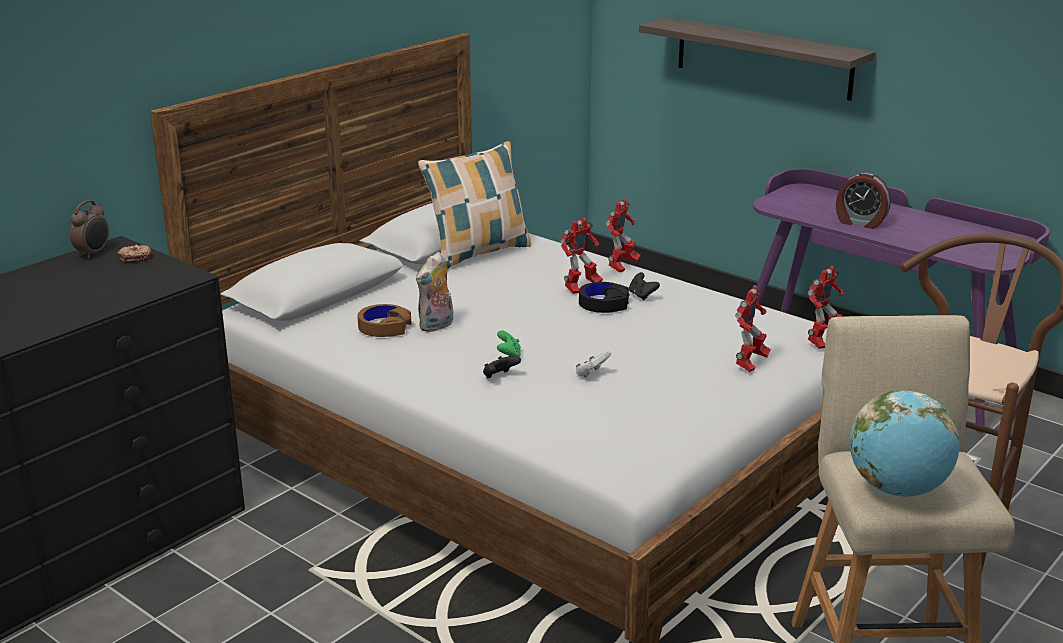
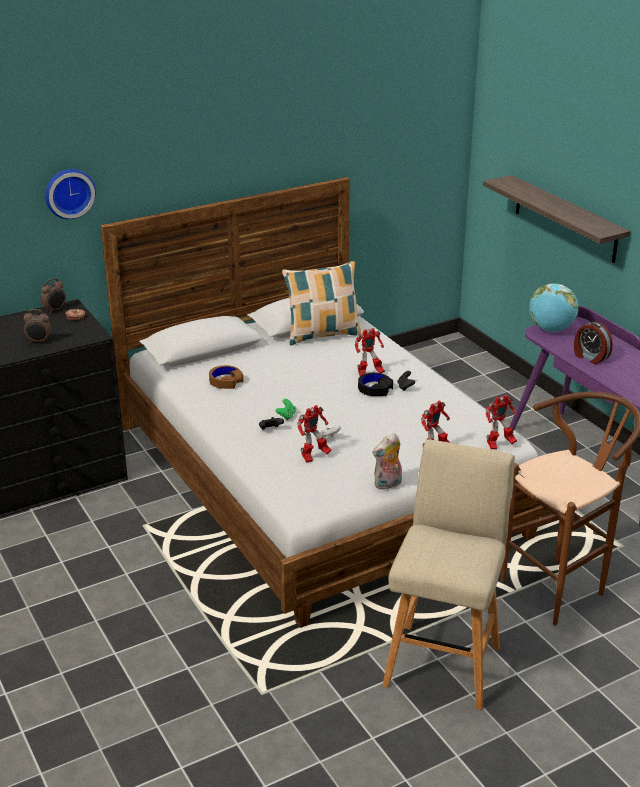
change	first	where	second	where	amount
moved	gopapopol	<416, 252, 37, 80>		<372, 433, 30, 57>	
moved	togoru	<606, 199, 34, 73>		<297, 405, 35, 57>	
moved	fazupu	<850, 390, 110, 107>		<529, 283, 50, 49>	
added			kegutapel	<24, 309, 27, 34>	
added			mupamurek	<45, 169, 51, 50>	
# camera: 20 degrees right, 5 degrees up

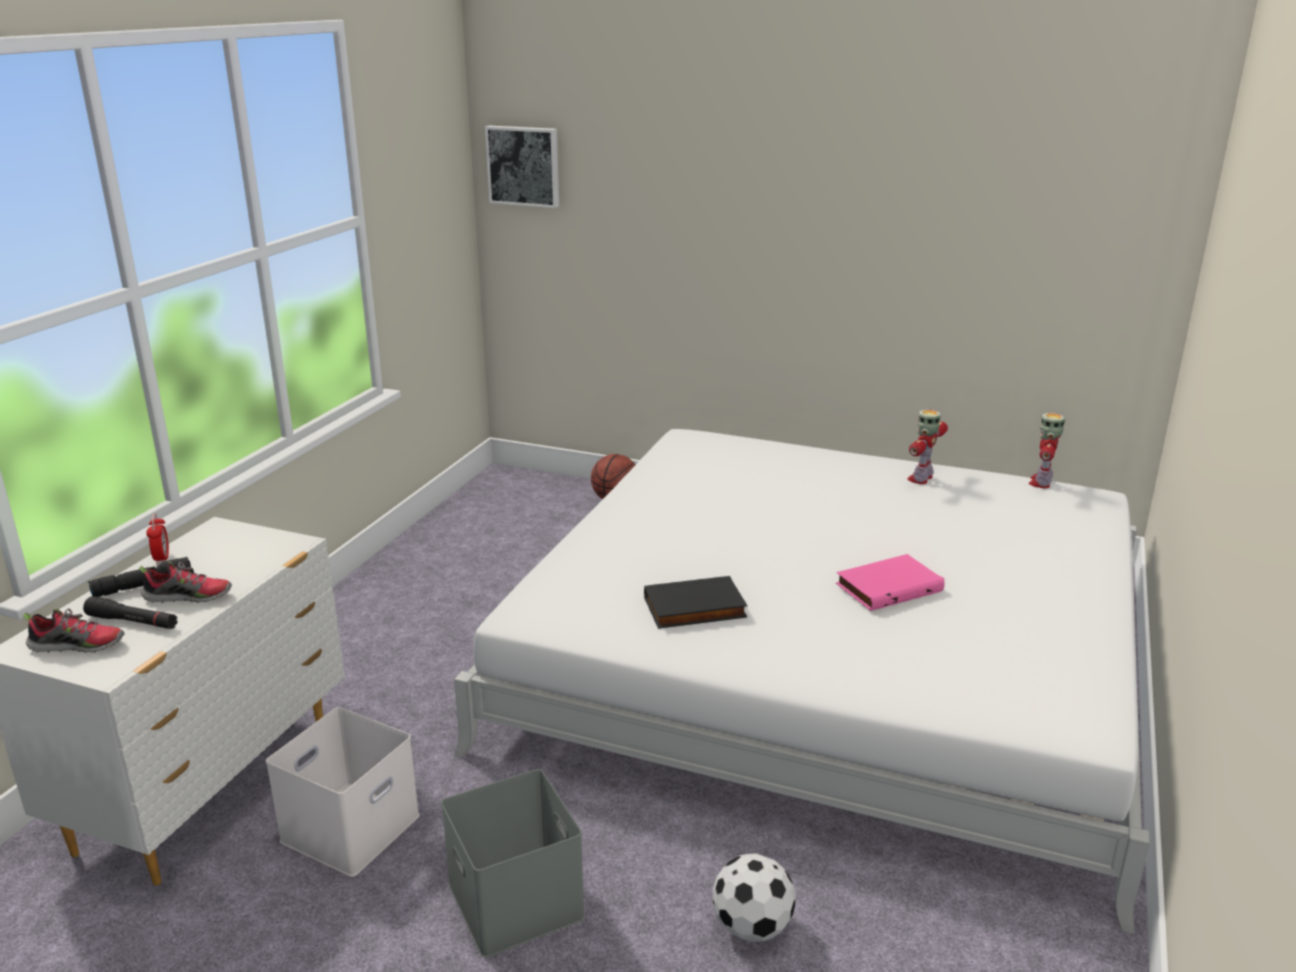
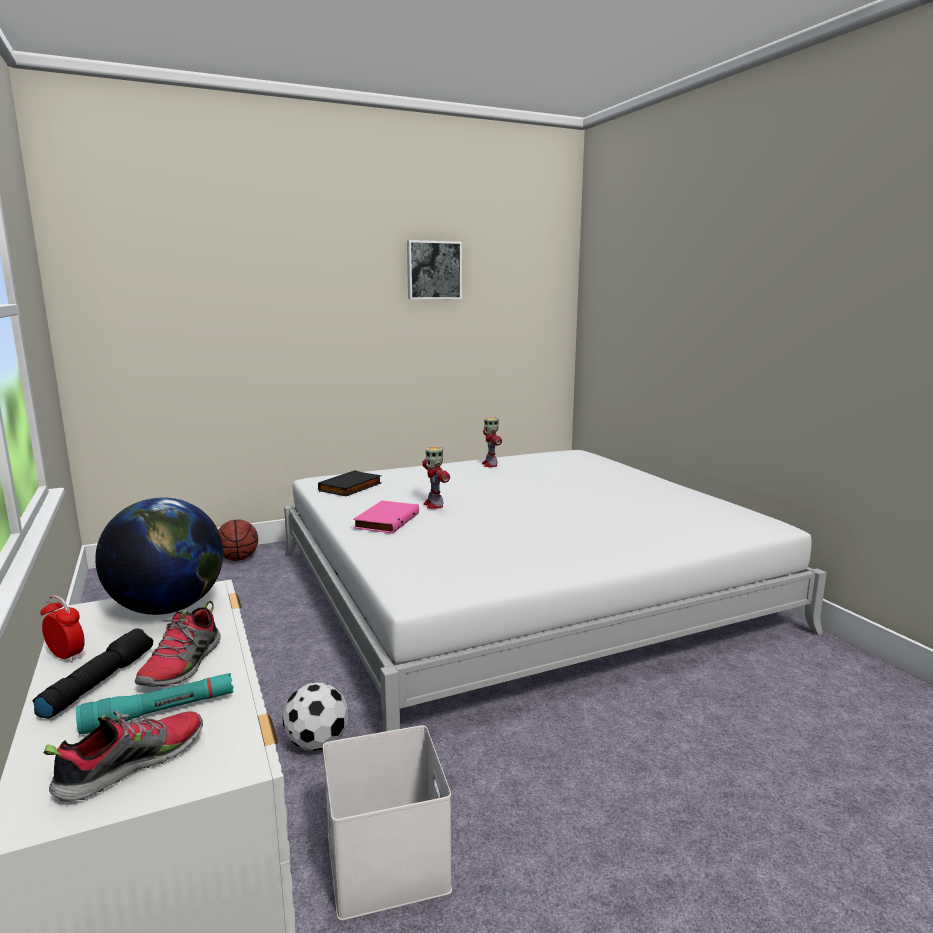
change	first	where	second	where	amount
recoloured	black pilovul	<83, 596, 95, 33>	turquoise pilovul	<76, 673, 158, 62>	
turned	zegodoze	<139, 562, 93, 41>		<135, 601, 86, 86>	150 degrees clockwise
removed	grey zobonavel	<441, 769, 144, 189>			
moved	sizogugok	<485, 126, 74, 82>		<407, 240, 55, 59>	
moved	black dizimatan	<644, 576, 104, 53>		<318, 470, 64, 26>	
moved	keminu	<713, 853, 83, 89>		<282, 682, 66, 69>	
moved	pink dizimatan	<836, 554, 109, 57>		<353, 500, 66, 34>	
moved	togoru	<1028, 413, 37, 75>		<422, 447, 28, 62>	
added			fazupu	<95, 497, 128, 118>	
# camera: 45 degrees left, 10 degrees down

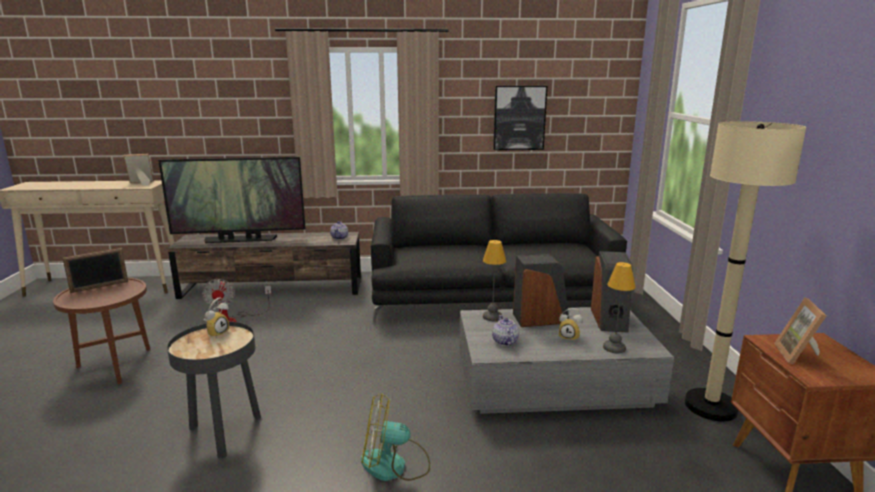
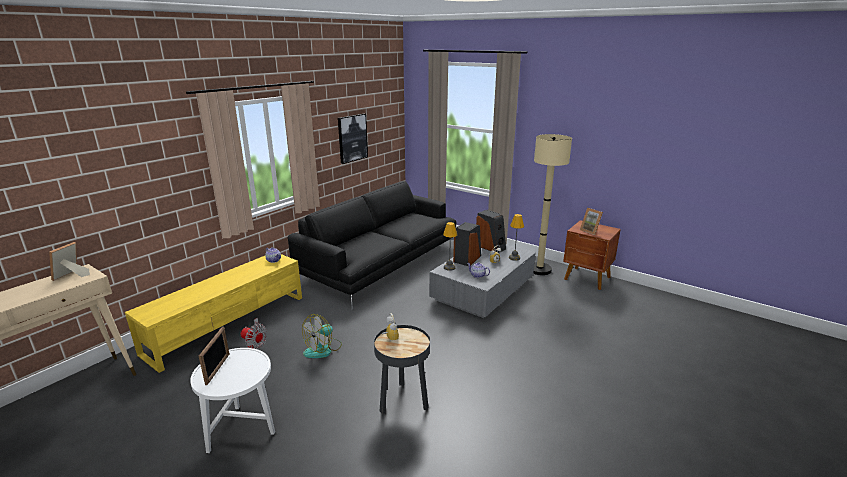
change	first	where	second	where	amount
recoloured	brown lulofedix	<53, 278, 97, 106>	white lulofedix	<190, 348, 85, 105>	
removed	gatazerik	<158, 157, 148, 86>			
recoloured	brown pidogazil	<168, 232, 193, 67>	yellow pidogazil	<125, 254, 177, 119>	
moved	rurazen	<361, 393, 69, 88>		<302, 314, 40, 44>	
# camera: 50 degrees left, 5 degrees up

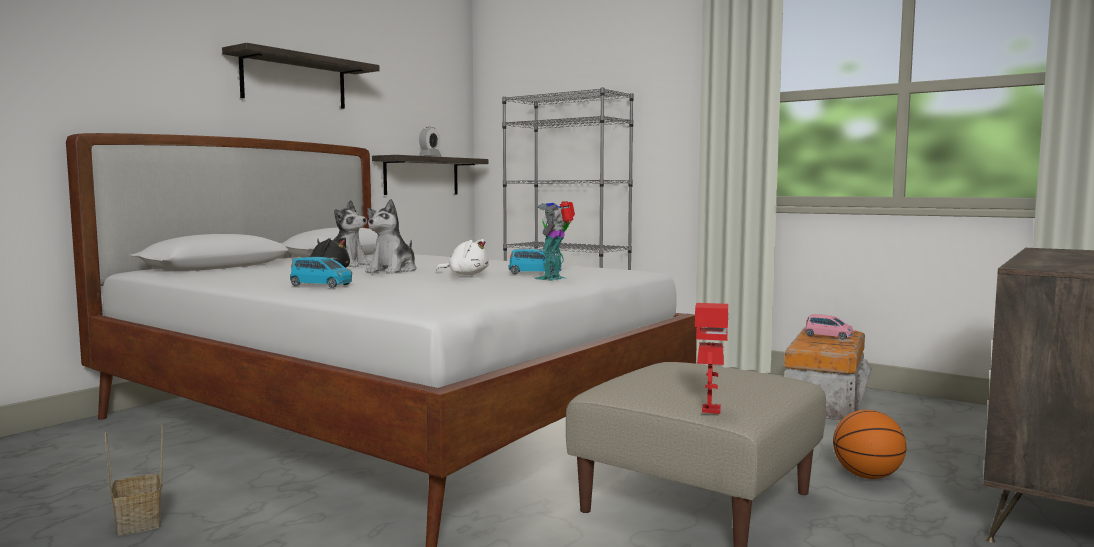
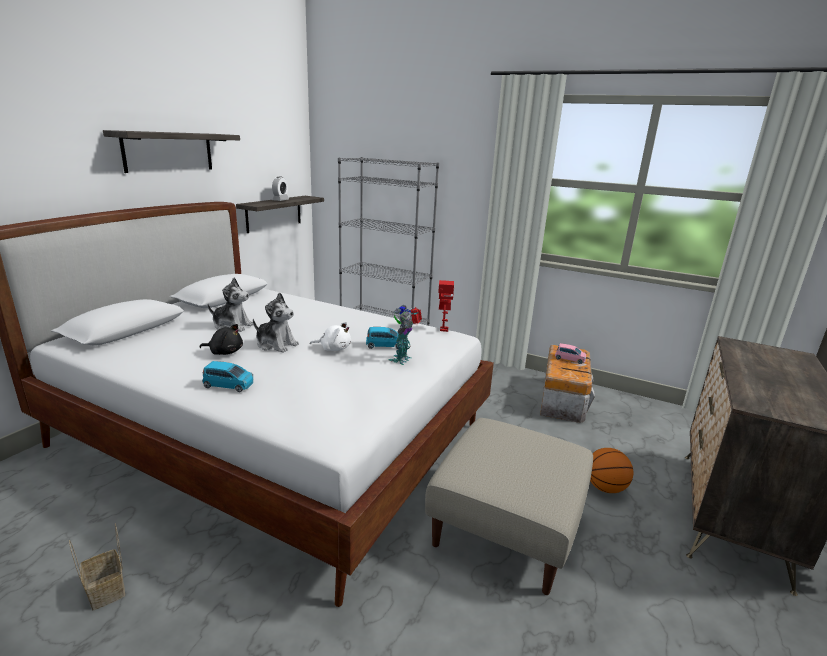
change	first	where	second	where	amount
turned	gopapopol	<365, 199, 51, 75>		<253, 292, 46, 61>	75 degrees counterclockwise
moved	togoru	<695, 303, 34, 111>		<438, 280, 16, 52>	
# camera: 10 degrees left, 15 degrees up

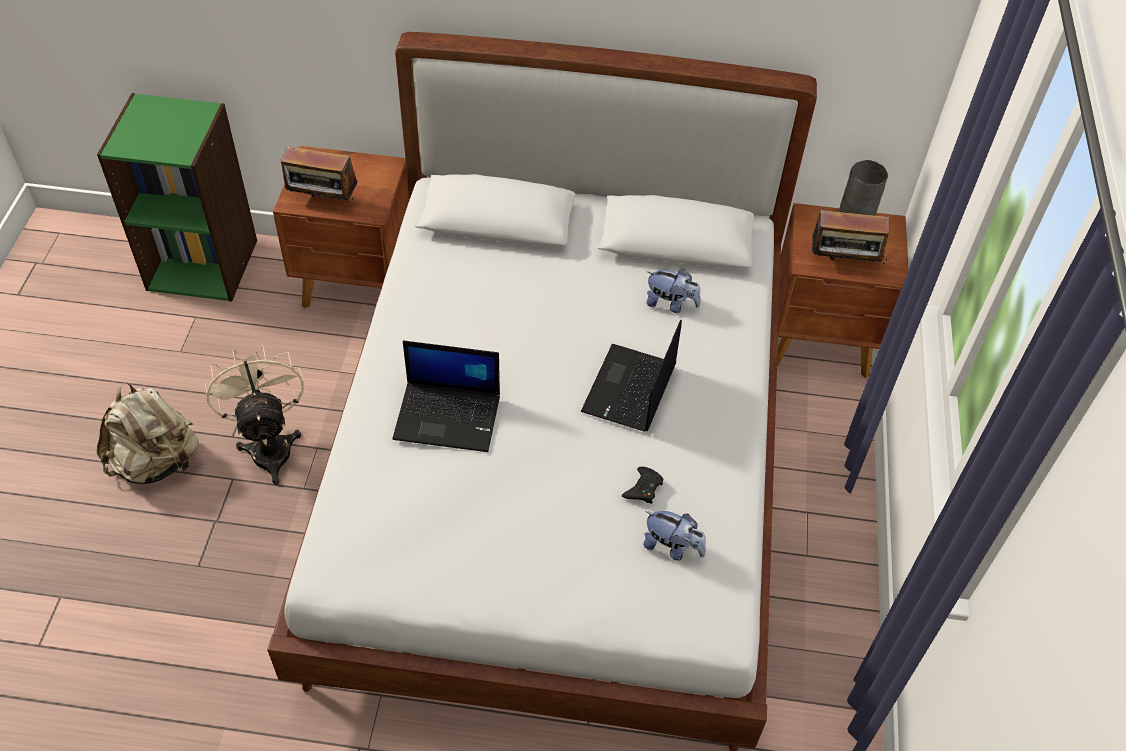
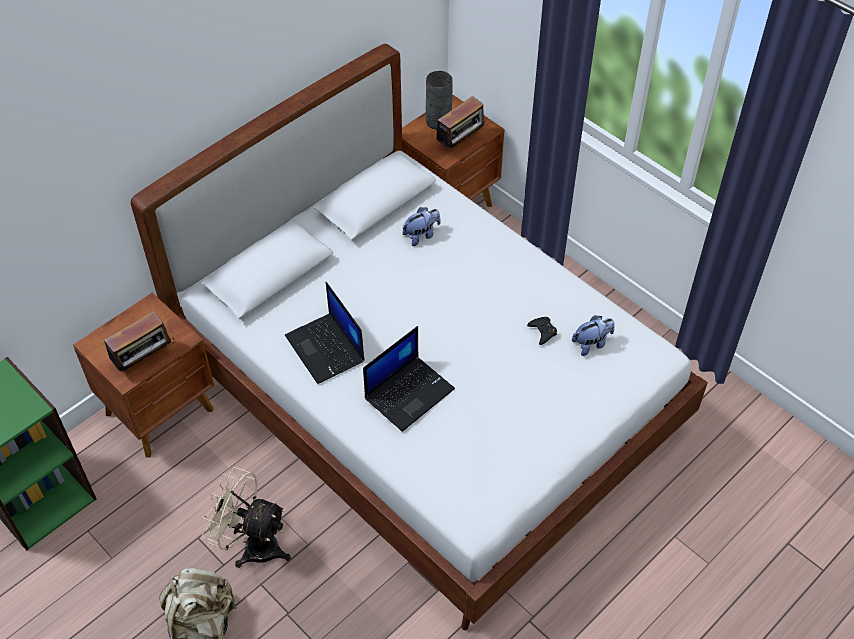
change	first	where	second	where	amount
moved	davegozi	<581, 319, 101, 113>		<285, 282, 79, 102>	
# camera: 50 degrees left, 0 degrees up

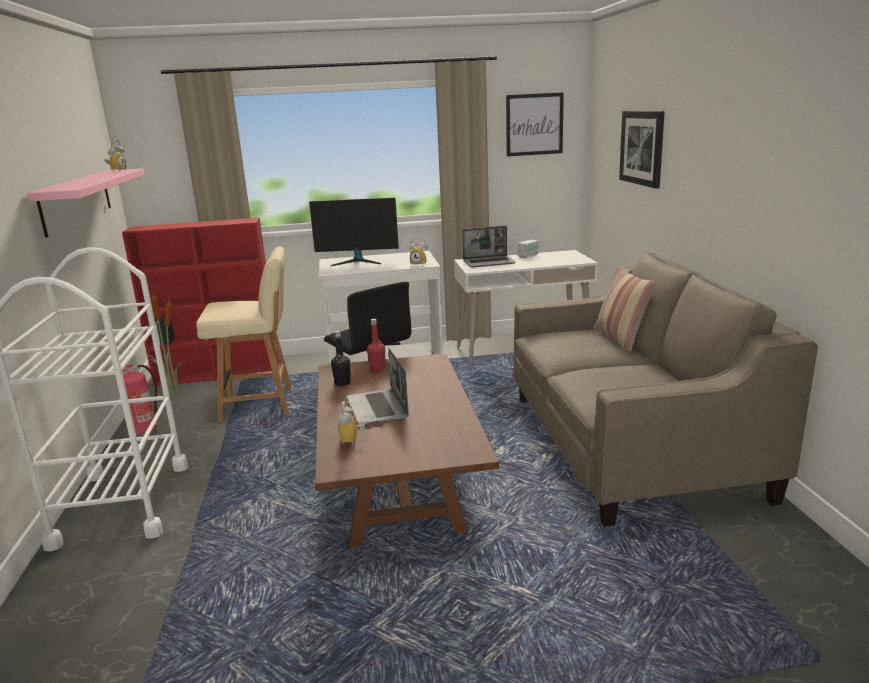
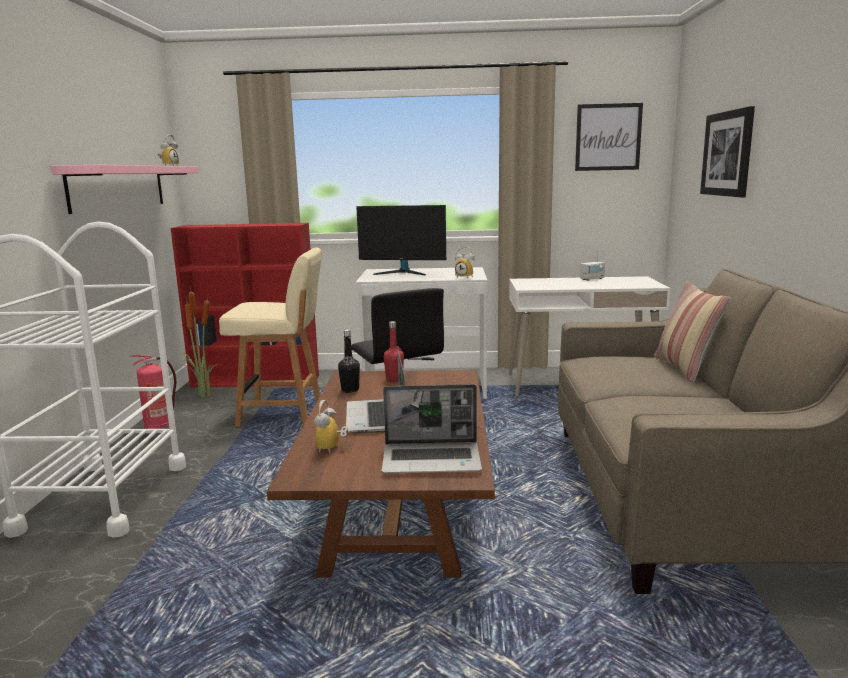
change	first	where	second	where	amount
moved	davegozi	<462, 226, 54, 42>		<382, 384, 100, 89>	
# camera: 10 degrees right, 5 degrees down

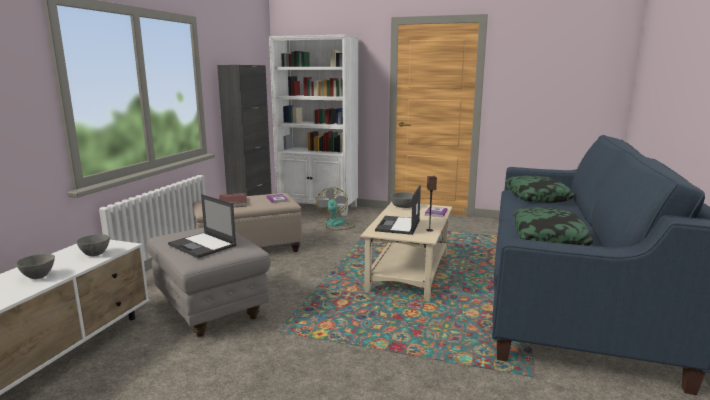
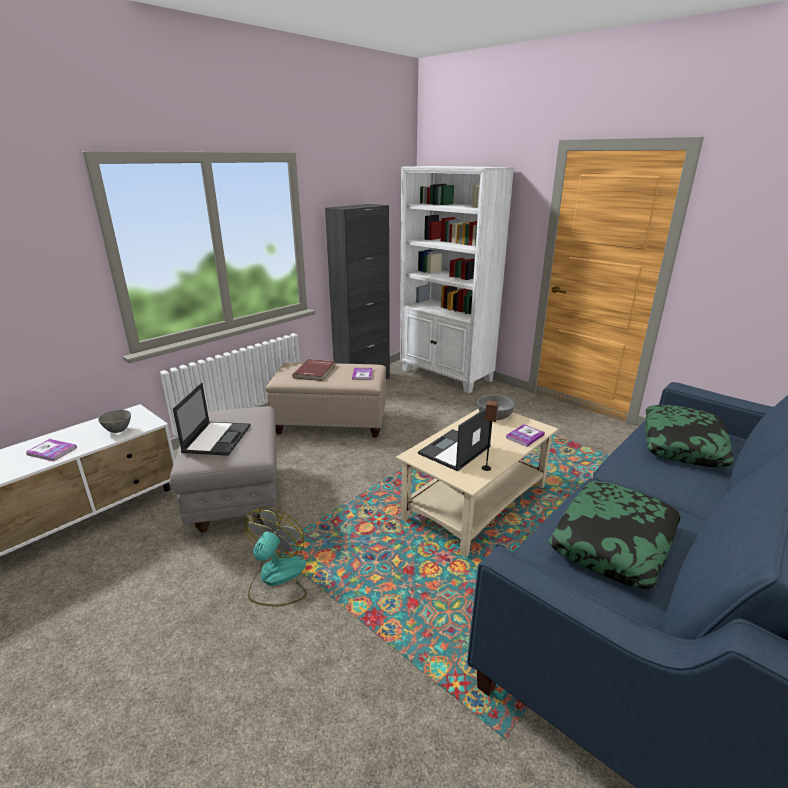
change	first	where	second	where	amount
replaced	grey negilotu	<16, 254, 39, 25>	dizimatan	<26, 439, 51, 22>	
turned	davegozi	<168, 194, 69, 64>		<173, 383, 78, 73>	150 degrees counterclockwise
moved	rurazen	<316, 187, 39, 44>		<245, 507, 62, 99>	
# camera: 25 degrees right, 10 degrees up

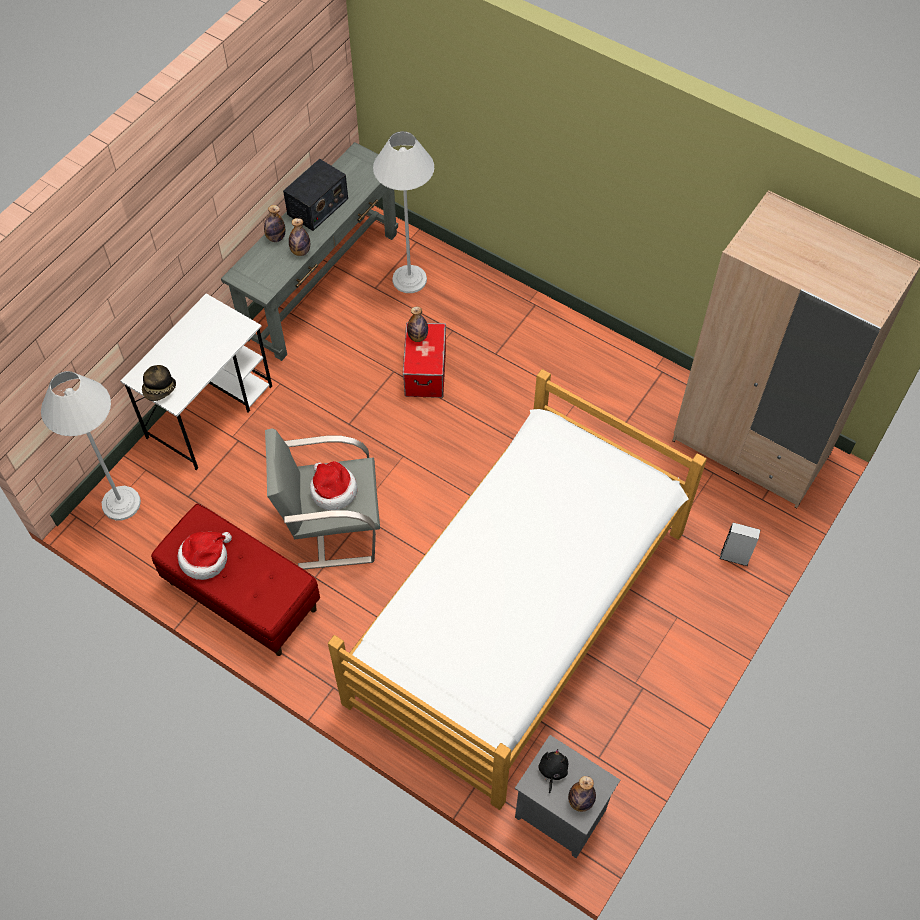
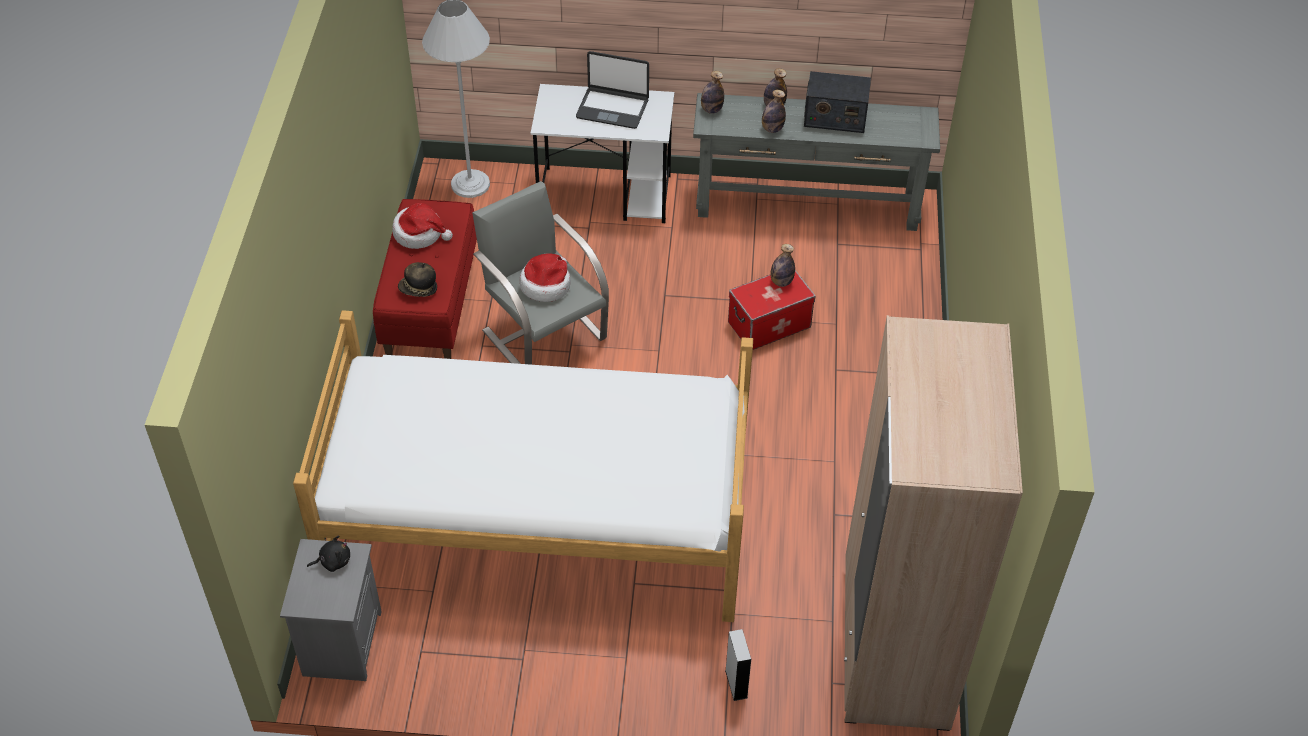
change	first	where	second	where	amount
moved	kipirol	<142, 365, 34, 36>		<398, 262, 39, 35>	
removed	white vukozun	<373, 131, 61, 162>			
moved	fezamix	<568, 776, 28, 36>		<701, 71, 23, 43>	
added			davegozi	<576, 51, 73, 78>	
# camera: 60 degrees right, 10 degrees down

